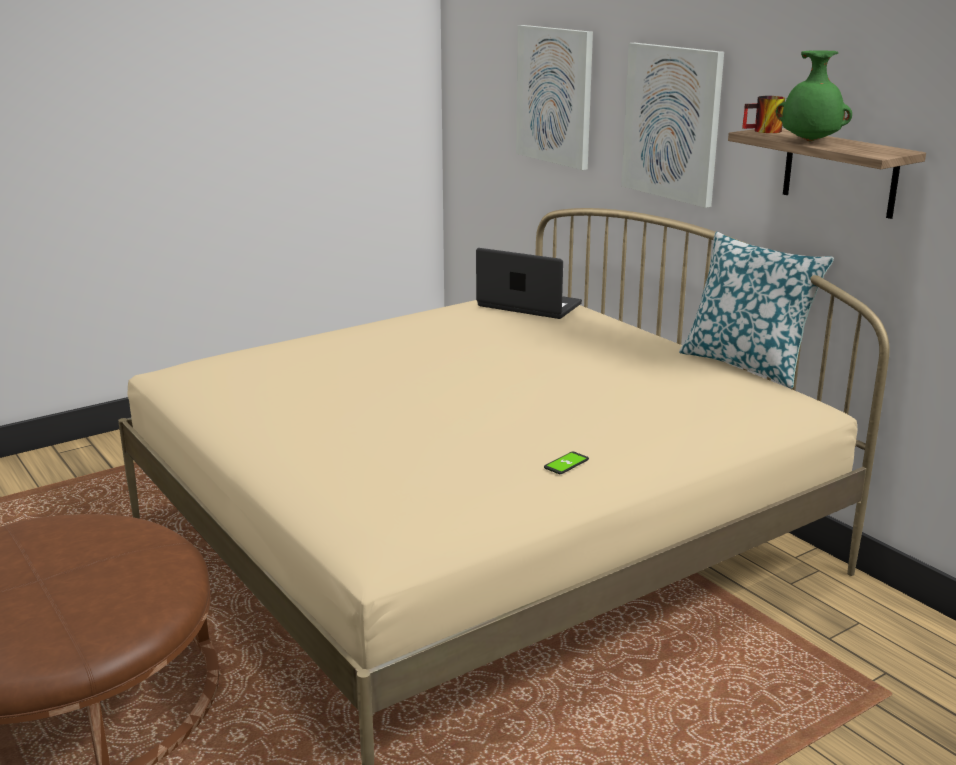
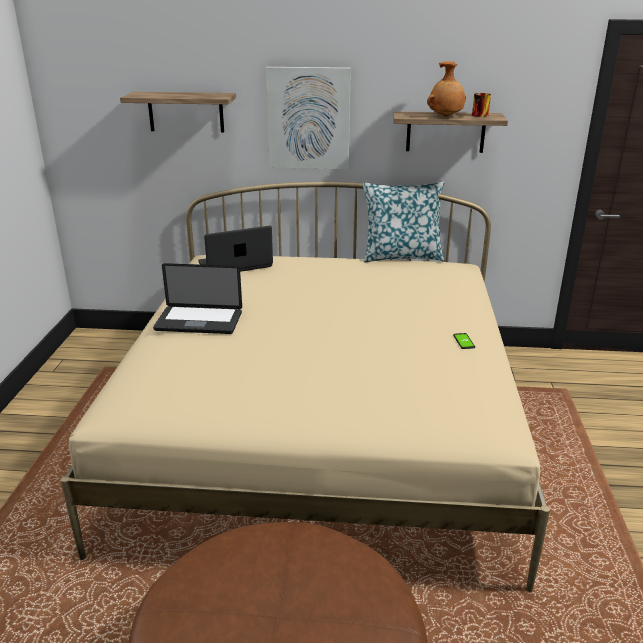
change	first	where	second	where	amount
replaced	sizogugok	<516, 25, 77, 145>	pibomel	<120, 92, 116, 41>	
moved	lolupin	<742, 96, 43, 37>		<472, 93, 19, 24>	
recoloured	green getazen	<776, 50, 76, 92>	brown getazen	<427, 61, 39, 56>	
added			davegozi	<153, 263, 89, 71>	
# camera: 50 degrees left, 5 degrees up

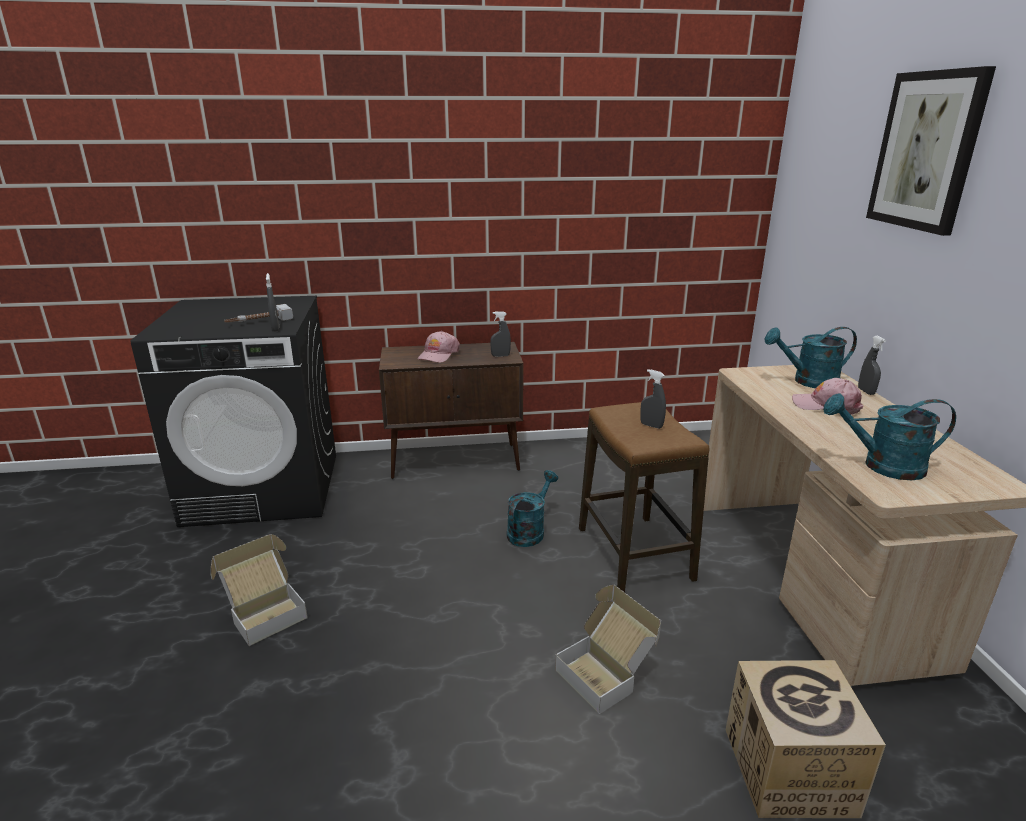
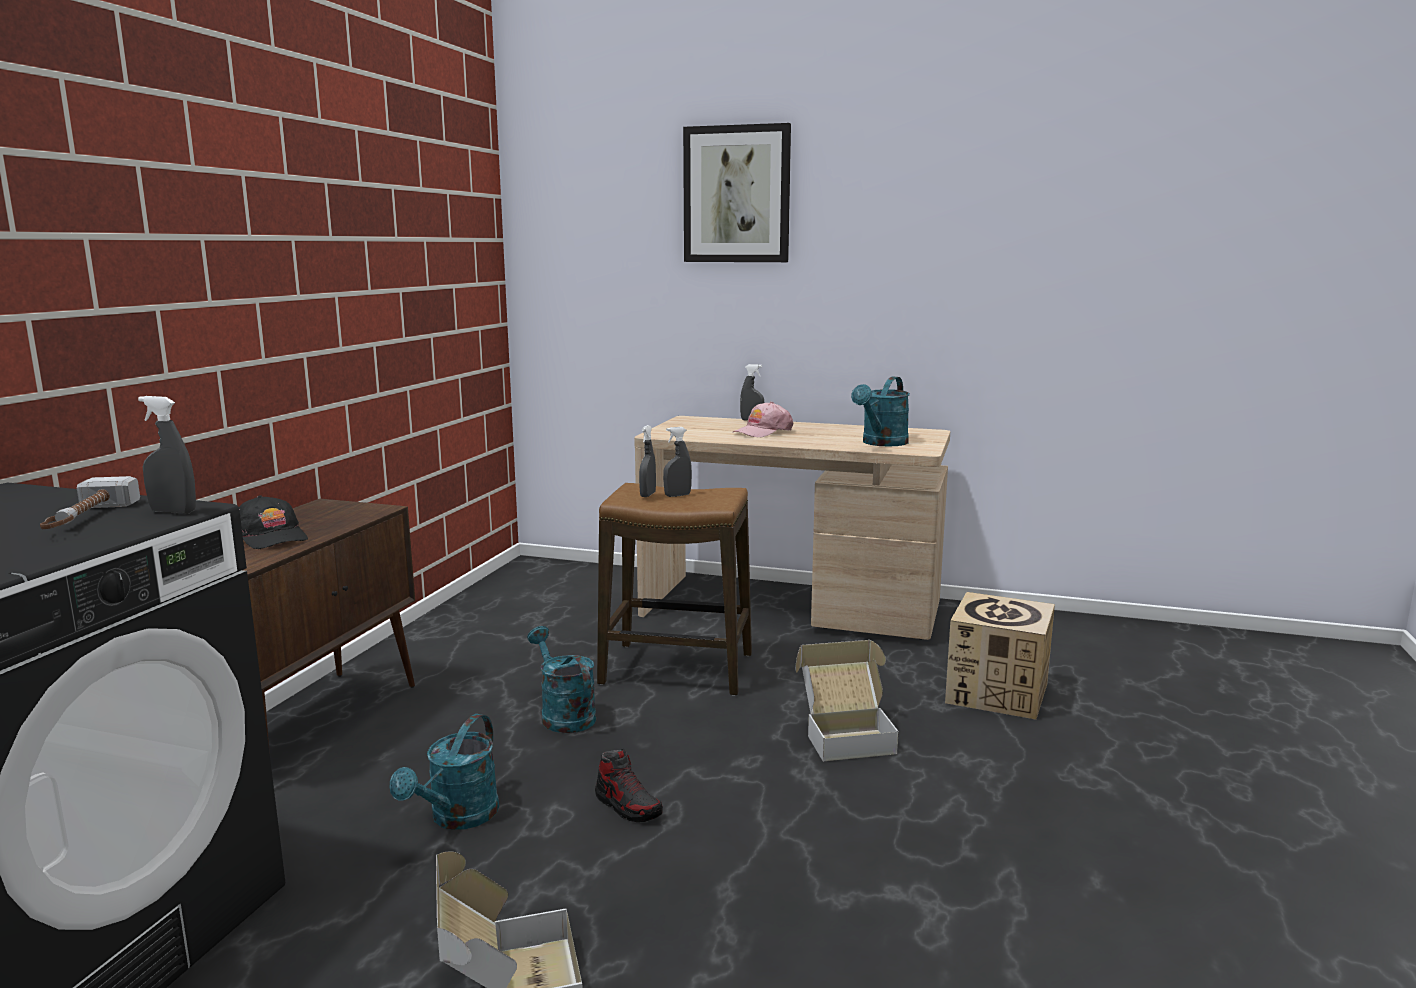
change	first	where	second	where	amount
recoloured	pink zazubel	<418, 331, 42, 32>	black zazubel	<239, 495, 69, 54>	
moved	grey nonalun	<490, 311, 21, 46>		<639, 425, 17, 72>	
moved	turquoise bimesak	<765, 327, 92, 61>		<389, 714, 110, 116>	
added			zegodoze	<595, 749, 68, 73>	
# camera: 65 degrees left, 10 degrees down

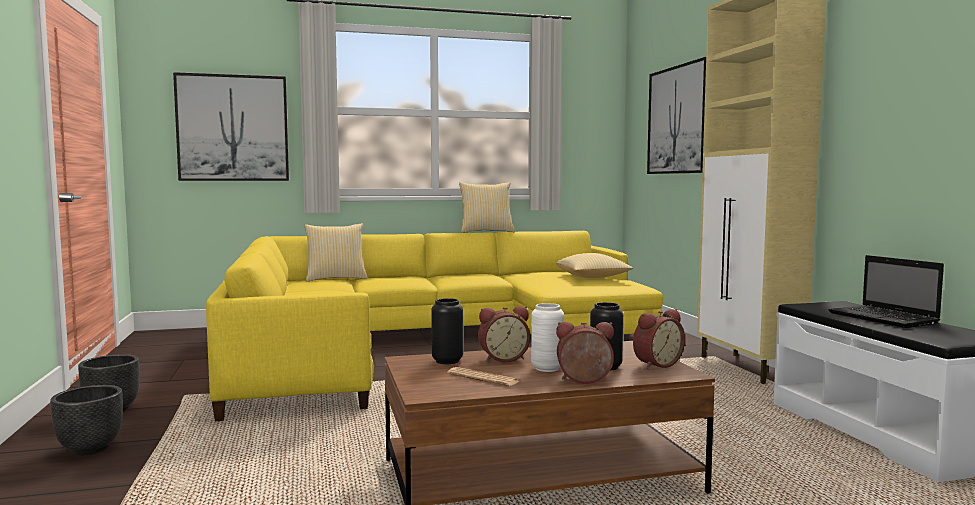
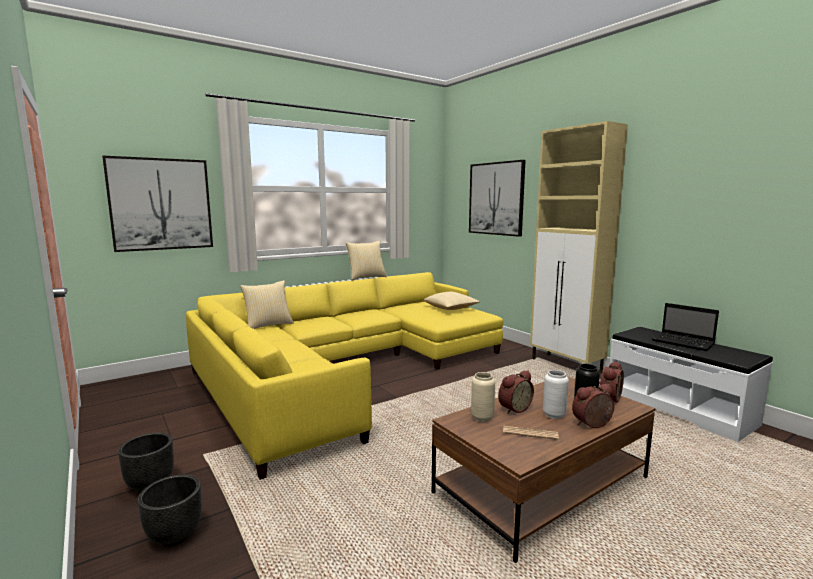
change	first	where	second	where	amount
recoloured	black getazen	<431, 298, 32, 66>	beige getazen	<471, 372, 24, 50>	
# camera: 20 degrees left, 5 degrees up

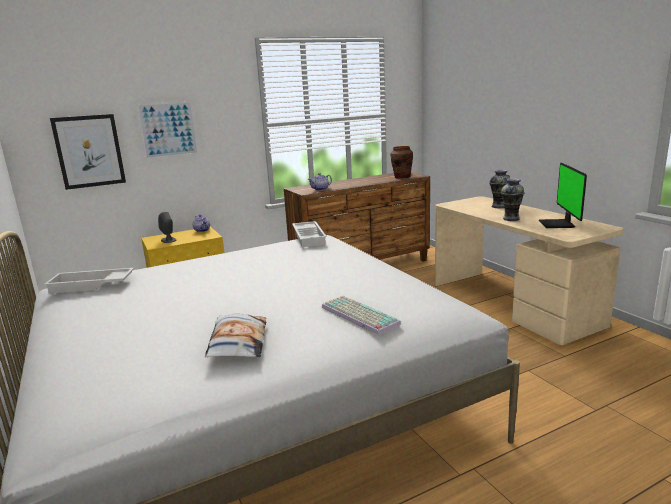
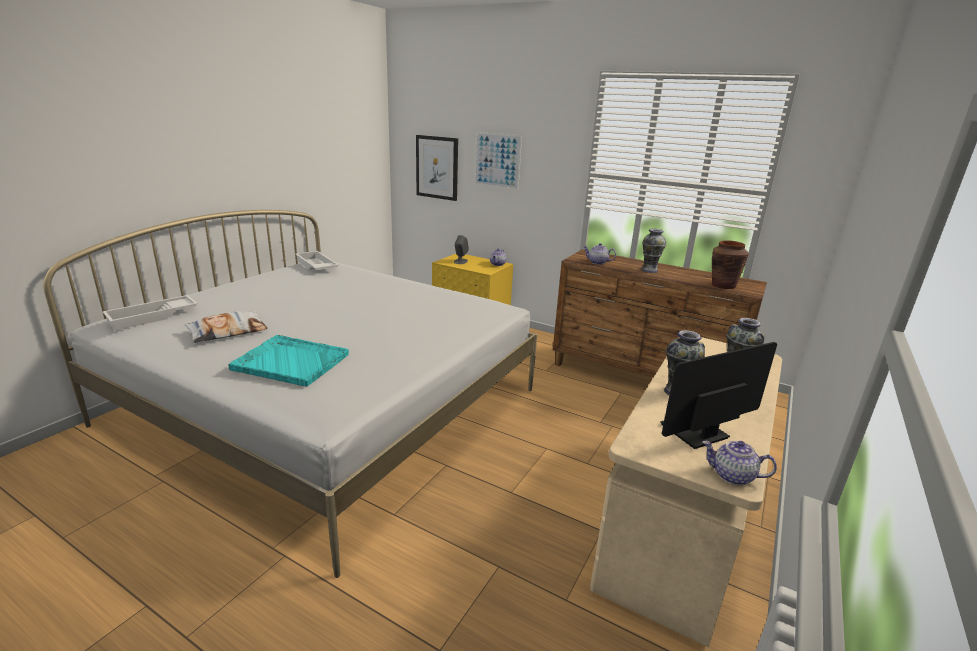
change	first	where	second	where	amount
moved	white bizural	<292, 221, 35, 26>		<102, 295, 96, 35>	
replaced	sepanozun	<322, 296, 79, 39>	turquoise bizural	<228, 335, 121, 51>	
added			getazen	<641, 229, 25, 44>	
added			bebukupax	<702, 441, 75, 44>	
# camera: 55 degrees right, 5 degrees up

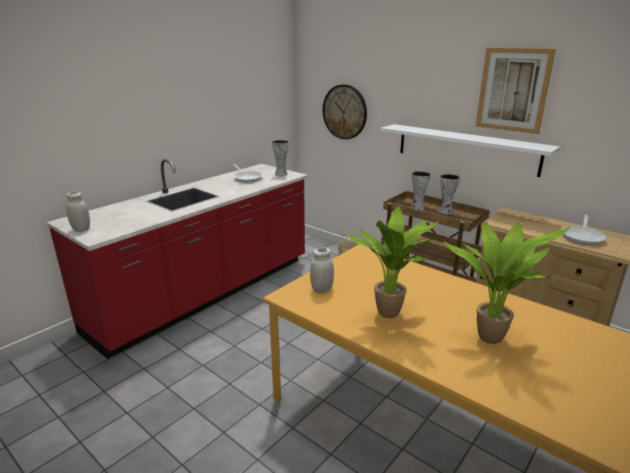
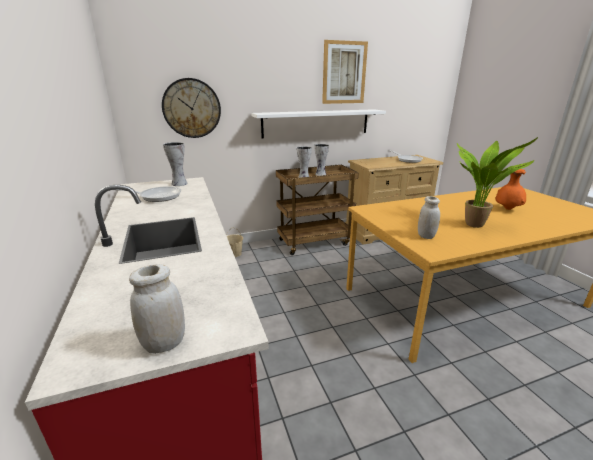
change	first	where	second	where	amount
replaced	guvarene	<444, 220, 126, 124>	orange getazen	<495, 169, 31, 41>	
# camera: 60 degrees left, 0 degrees up

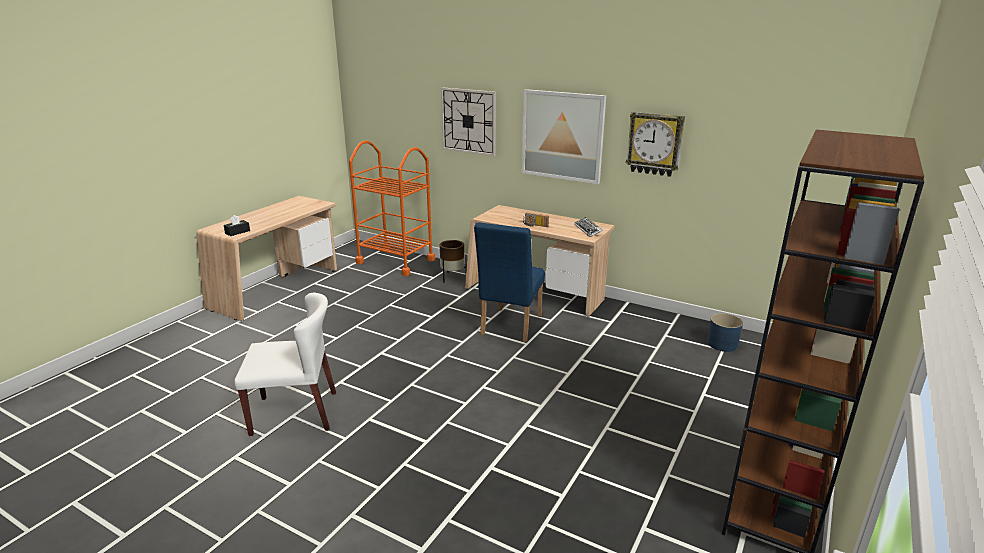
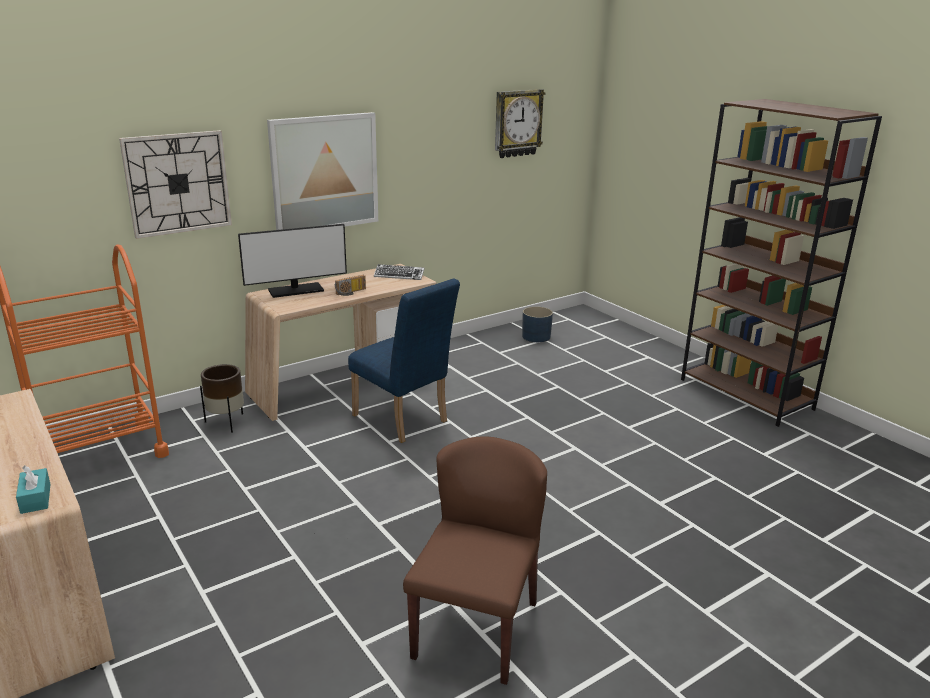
change	first	where	second	where	amount
recoloured	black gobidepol	<224, 215, 26, 21>	turquoise gobidepol	<16, 465, 34, 49>	
recoloured	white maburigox	<234, 293, 102, 143>	brown maburigox	<403, 436, 144, 249>	
moved	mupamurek	<626, 112, 59, 65>		<495, 89, 50, 69>	
added			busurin	<238, 224, 109, 74>	
# camera: 65 degrees left, 0 degrees up

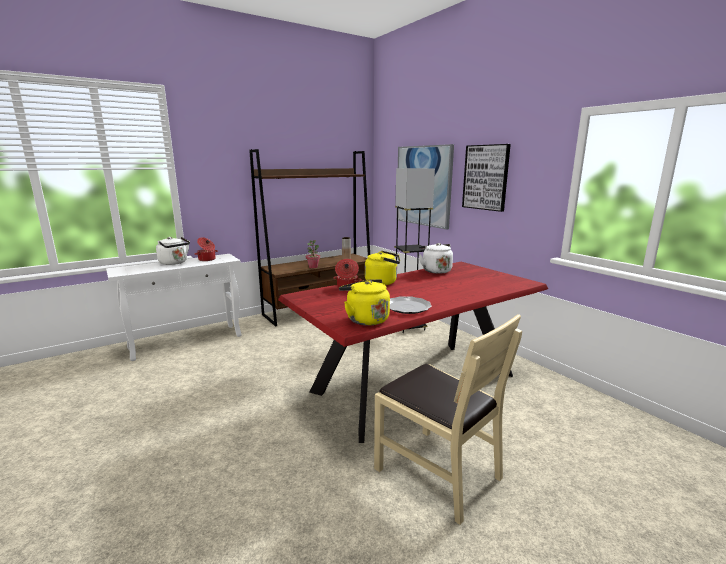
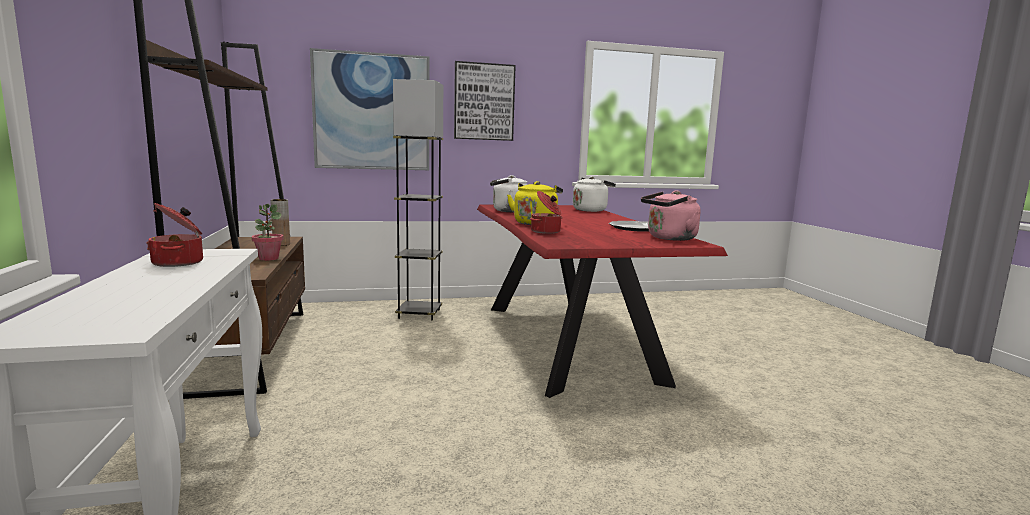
change	first	where	second	where	amount
moved	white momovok	<156, 237, 34, 28>		<573, 176, 43, 36>	
recoloured	yellow momovok	<339, 279, 51, 47>	pink momovok	<641, 190, 60, 51>	
removed	beige maburigox	<374, 314, 148, 211>			
# camera: 70 degrees left, 5 degrees down

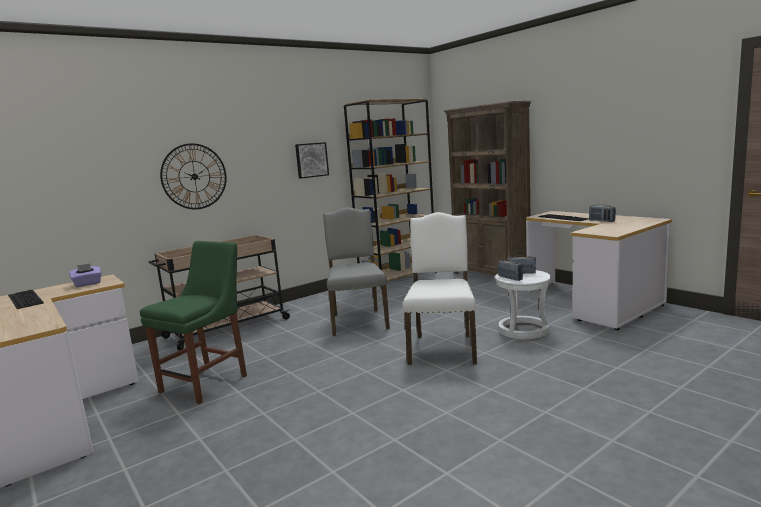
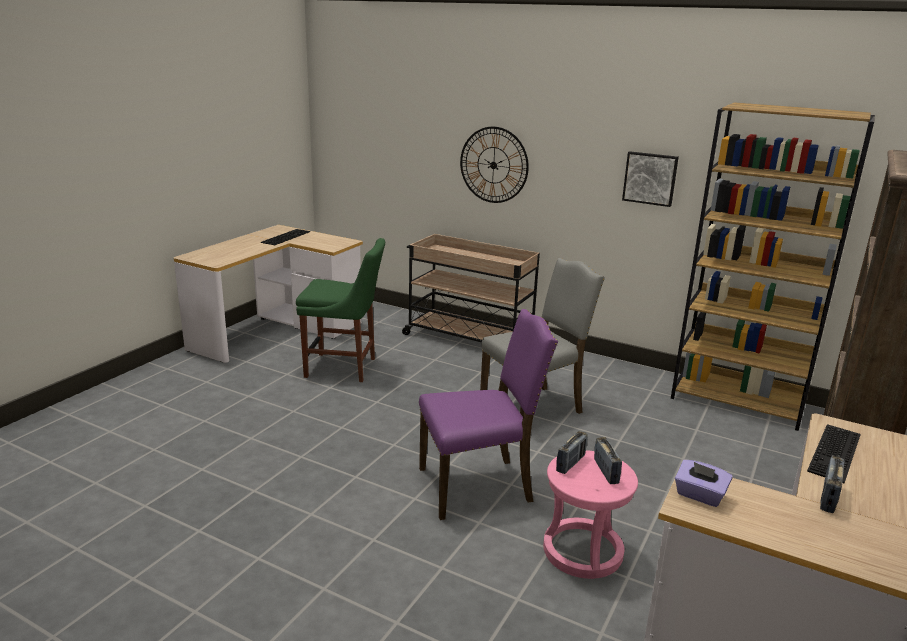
change	first	where	second	where	amount
moved	purple gobidepol	<69, 264, 32, 23>		<675, 460, 58, 47>	
recoloured	white maburigox	<403, 212, 74, 153>	purple maburigox	<419, 309, 139, 211>	
recoloured	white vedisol	<495, 270, 56, 69>	pink vedisol	<543, 450, 95, 129>	
# camera: 65 degrees right, 10 degrees up

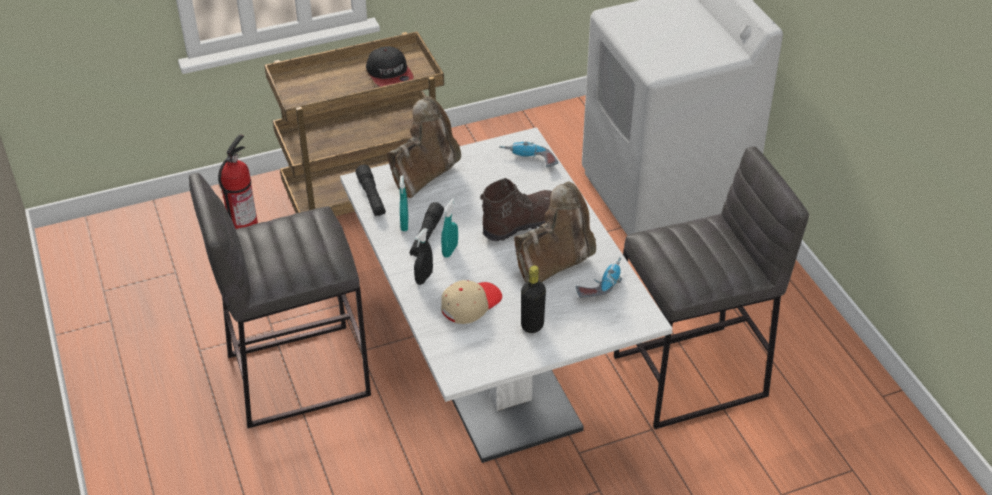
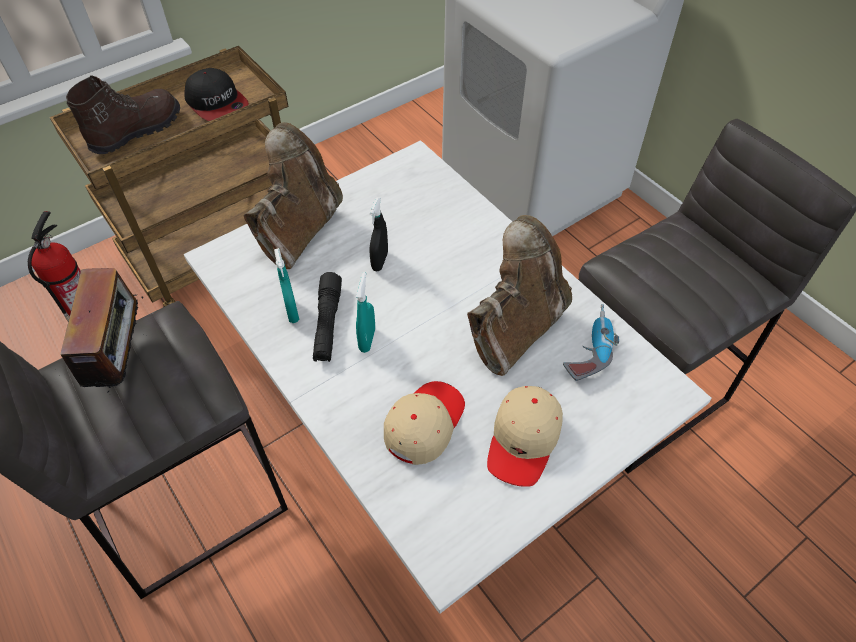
change	first	where	second	where	amount
removed	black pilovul	<356, 165, 30, 51>			
moved	black nonalun	<414, 228, 19, 57>		<369, 197, 19, 74>	
moved	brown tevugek	<480, 178, 72, 63>		<66, 75, 114, 79>	
removed	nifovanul	<499, 142, 59, 25>			
replaced	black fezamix	<521, 265, 25, 68>	beige zazubel	<487, 386, 76, 101>	
added			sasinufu	<55, 268, 99, 125>	
# camera: 15 degrees left, 10 degrees up

